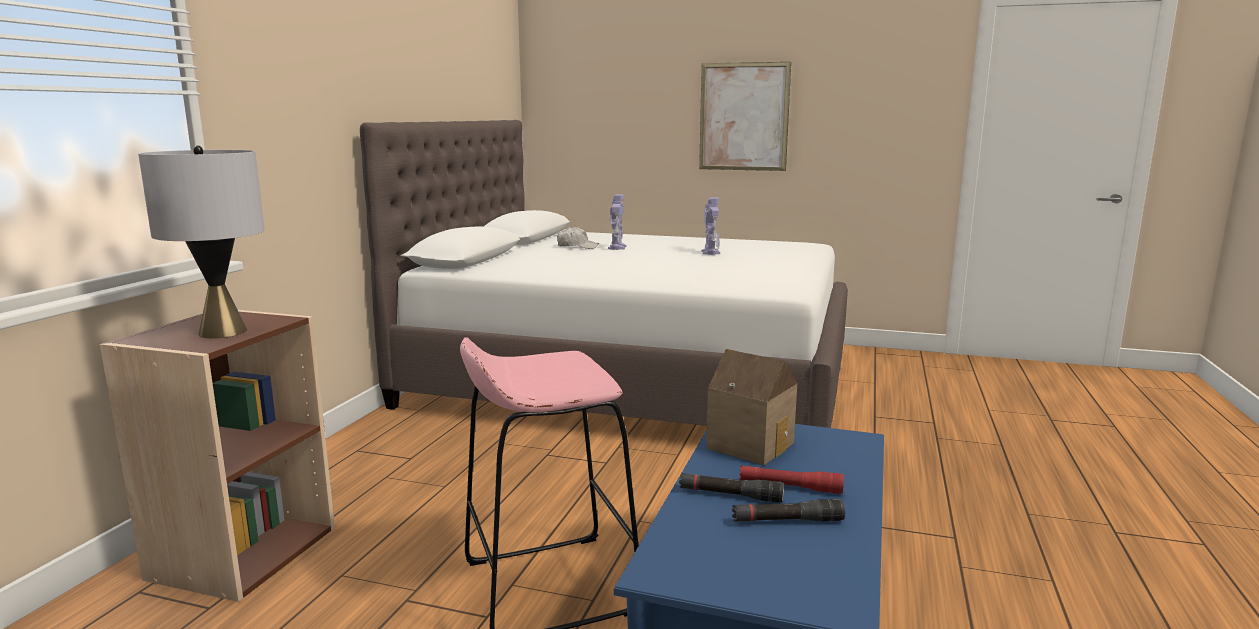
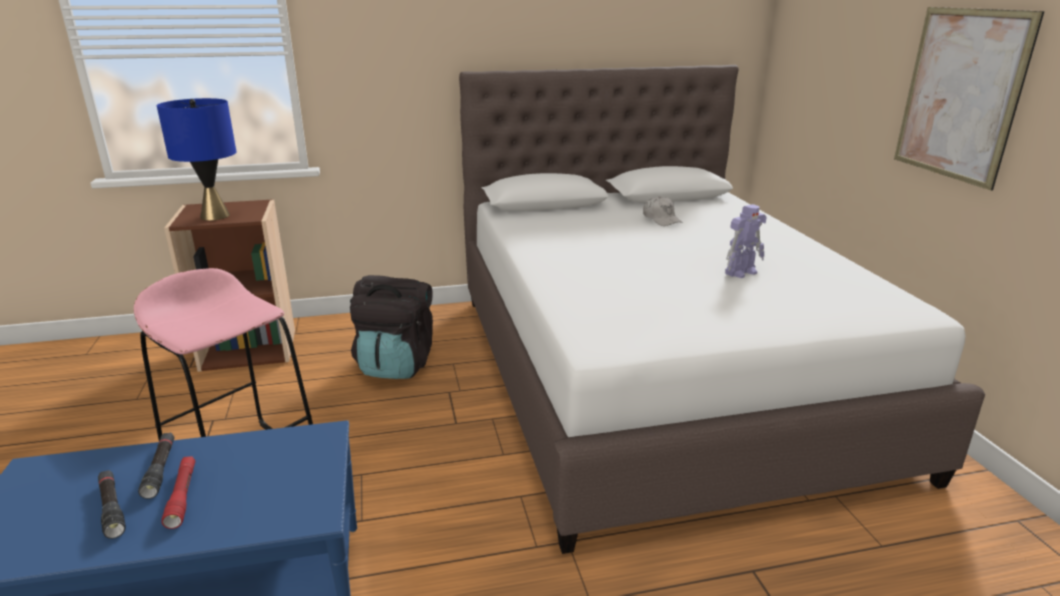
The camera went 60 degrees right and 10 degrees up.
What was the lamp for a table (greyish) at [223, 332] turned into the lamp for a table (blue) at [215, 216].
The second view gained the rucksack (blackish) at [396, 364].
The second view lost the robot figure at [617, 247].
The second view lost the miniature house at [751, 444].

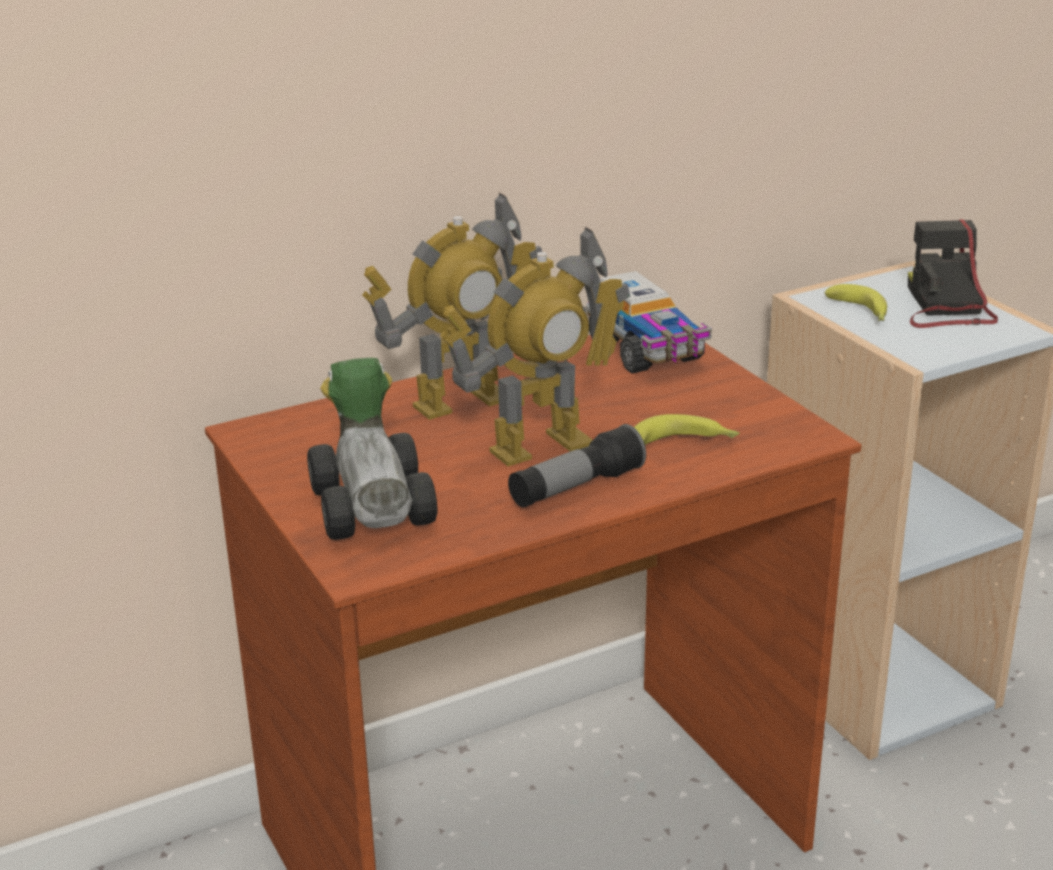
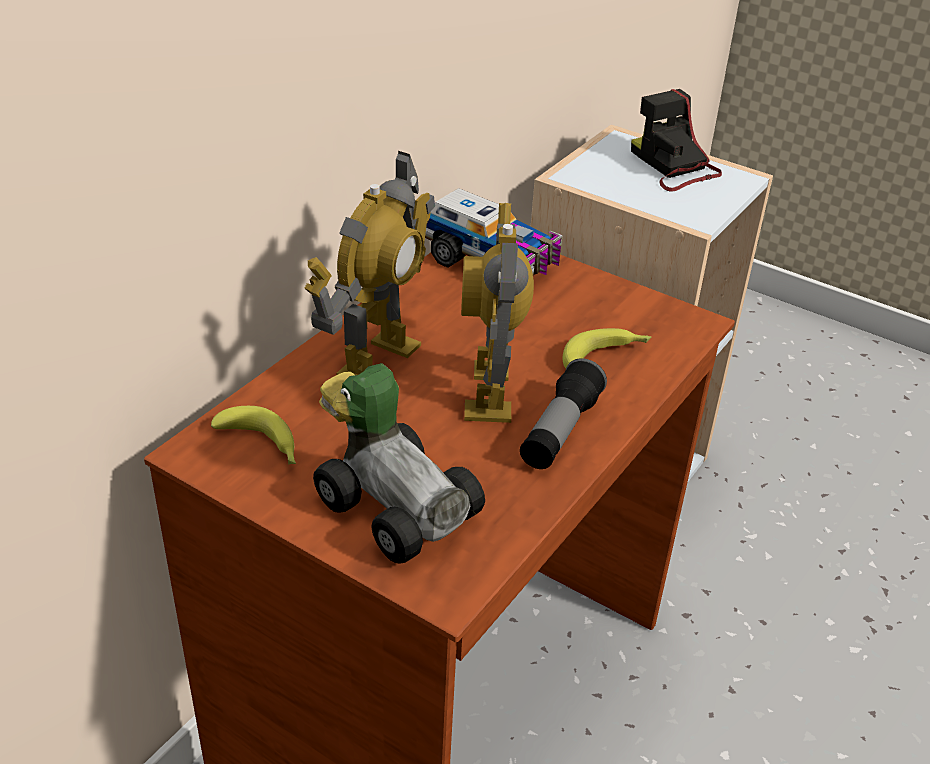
The camera went 30 degrees left and 10 degrees up.
The banana ended up elsewhere, having gone from [861, 313] to [262, 446].
The robot figure at [540, 446] ended up facing another way, 150 degrees clockwise from before.

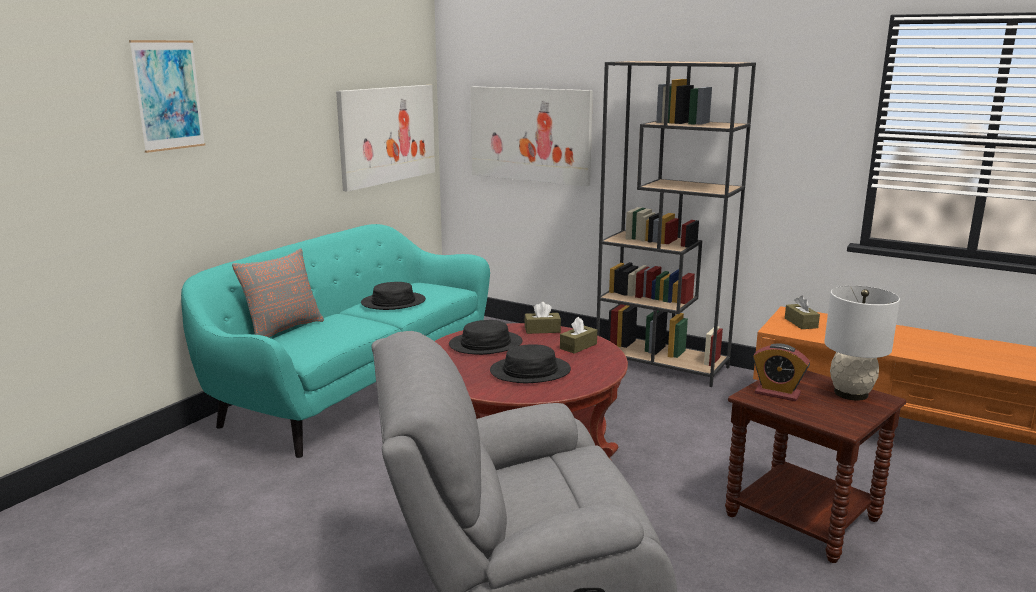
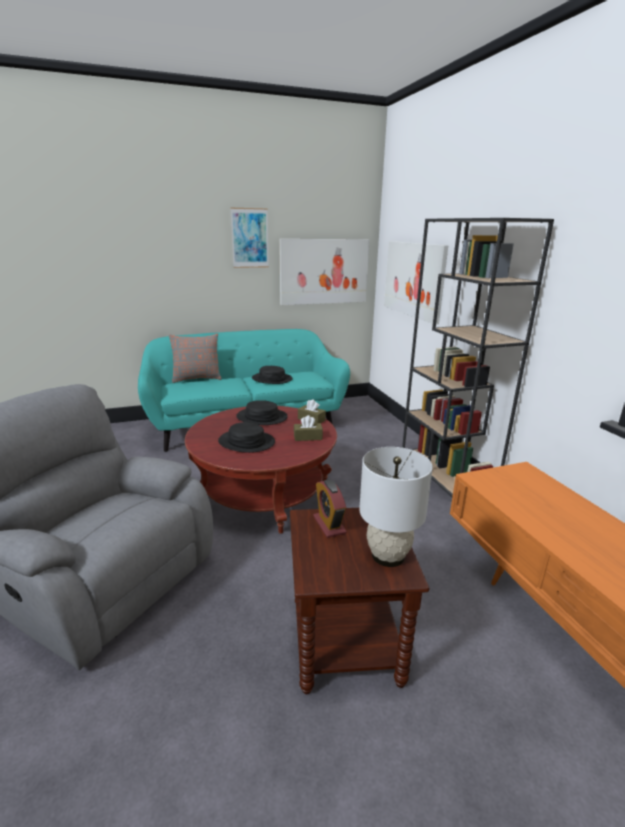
The camera went 40 degrees right and 5 degrees up.
The wall picture ended up elsewhere, having gone from [168, 95] to [250, 238].
The second view lost the box of tissues (brown-coloured) at [801, 323].

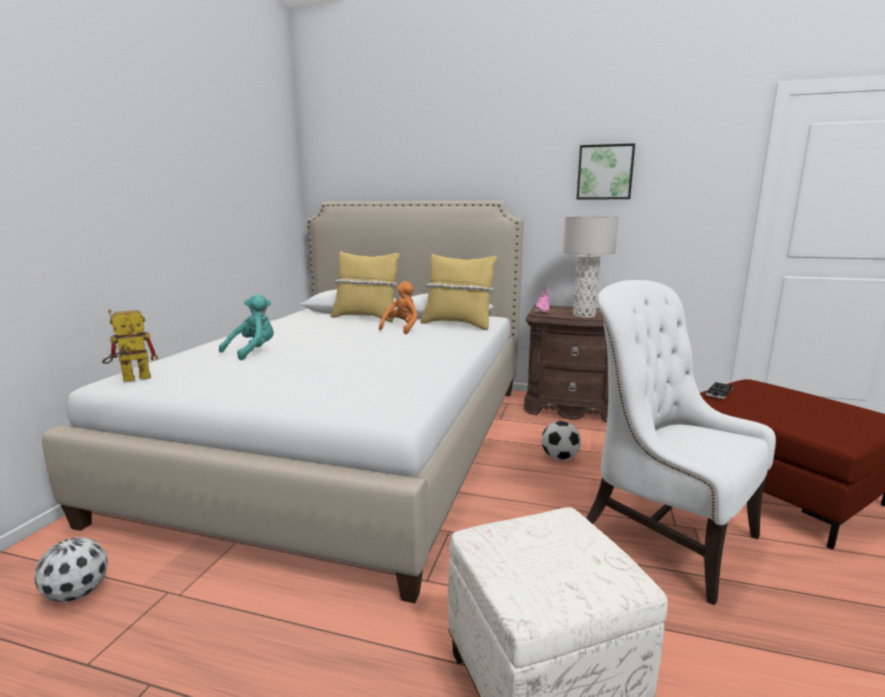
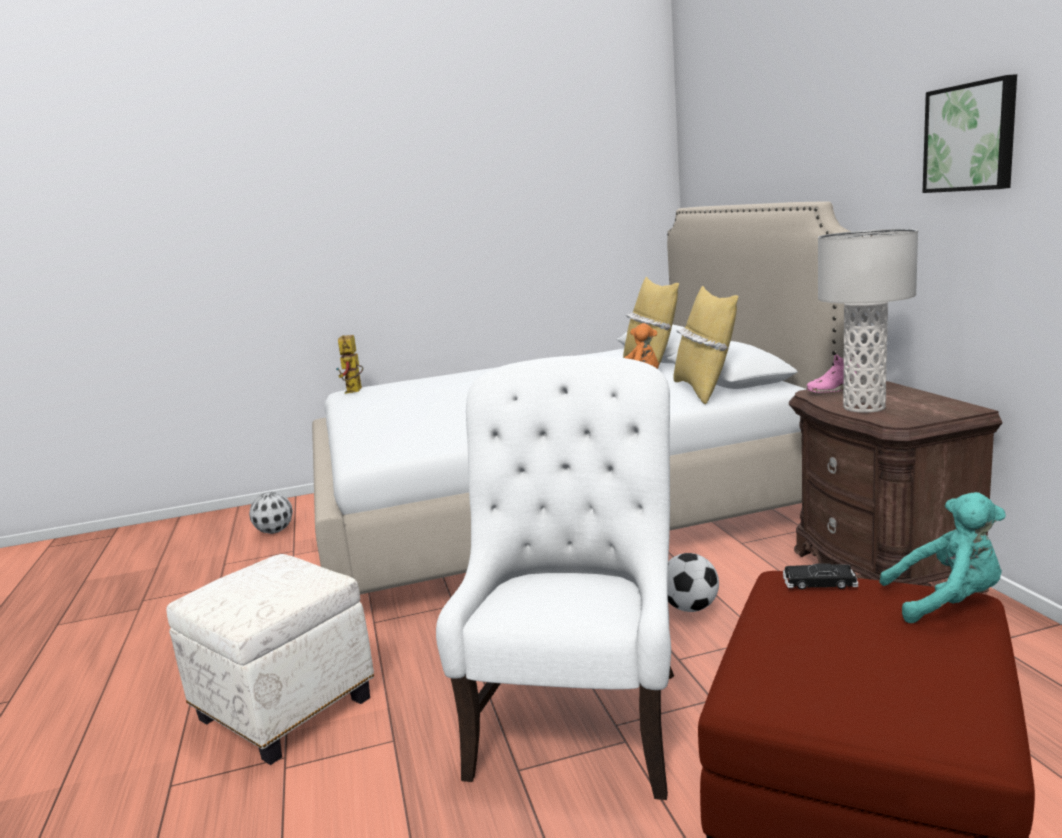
The camera went 60 degrees right and 0 degrees up.
The robot figure at [129, 379] ended up facing another way, 120 degrees counterclockwise from before.
The cuddly toy (turquoise) ended up elsewhere, having gone from [253, 351] to [947, 602].

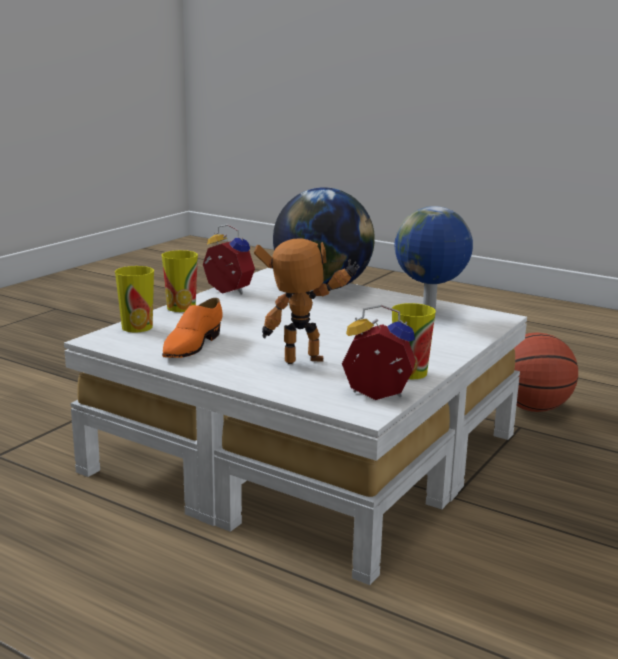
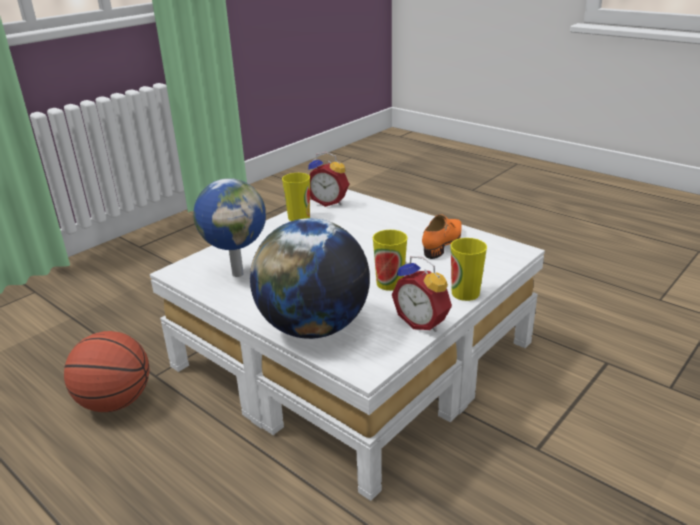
The camera went 170 degrees left and 10 degrees up.
The drinking cup ended up elsewhere, having gone from [137, 327] to [390, 283].
The second view lost the robot figure at [306, 364].

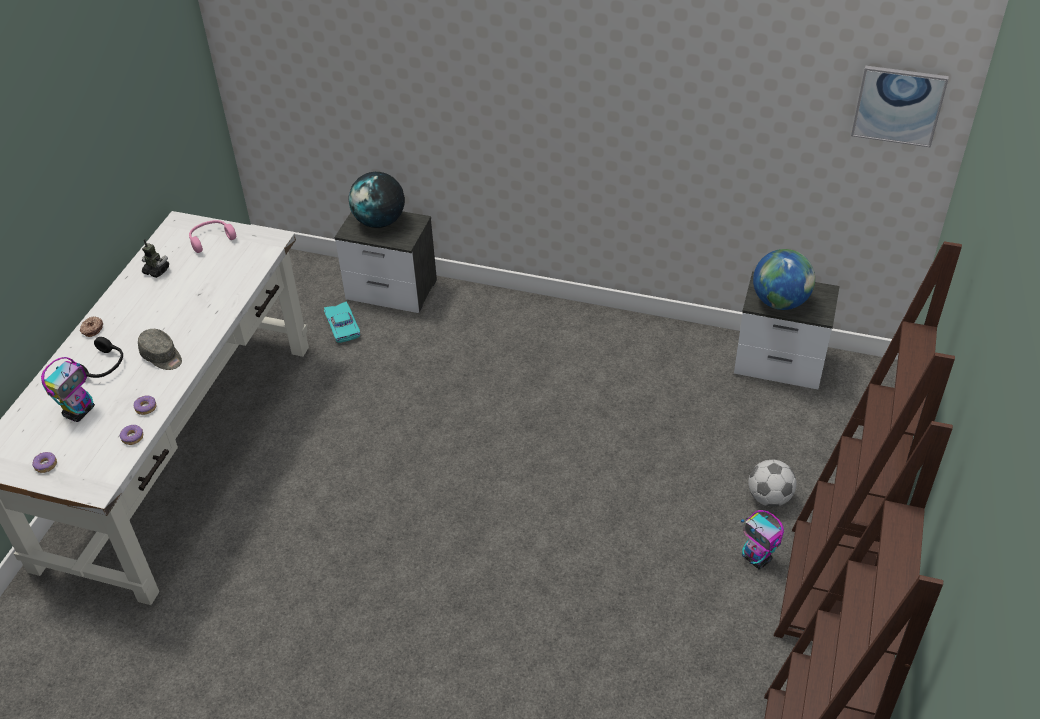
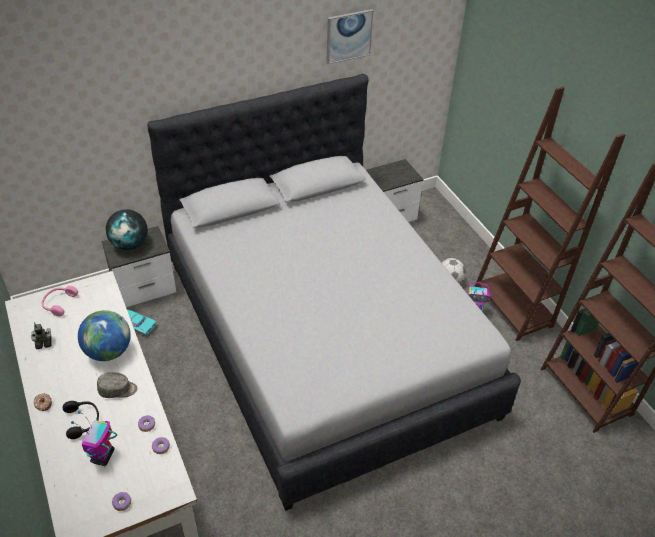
The camera went 45 degrees left and 0 degrees up.
The robot figure at [79, 411] ended up facing another way, 150 degrees counterclockwise from before.
The globe ended up elsewhere, having gone from [780, 302] to [109, 351].
The second view gained the sleeping bed (greyish) at [324, 336].
The wall picture ended up elsewhere, having gone from [898, 105] to [348, 36].

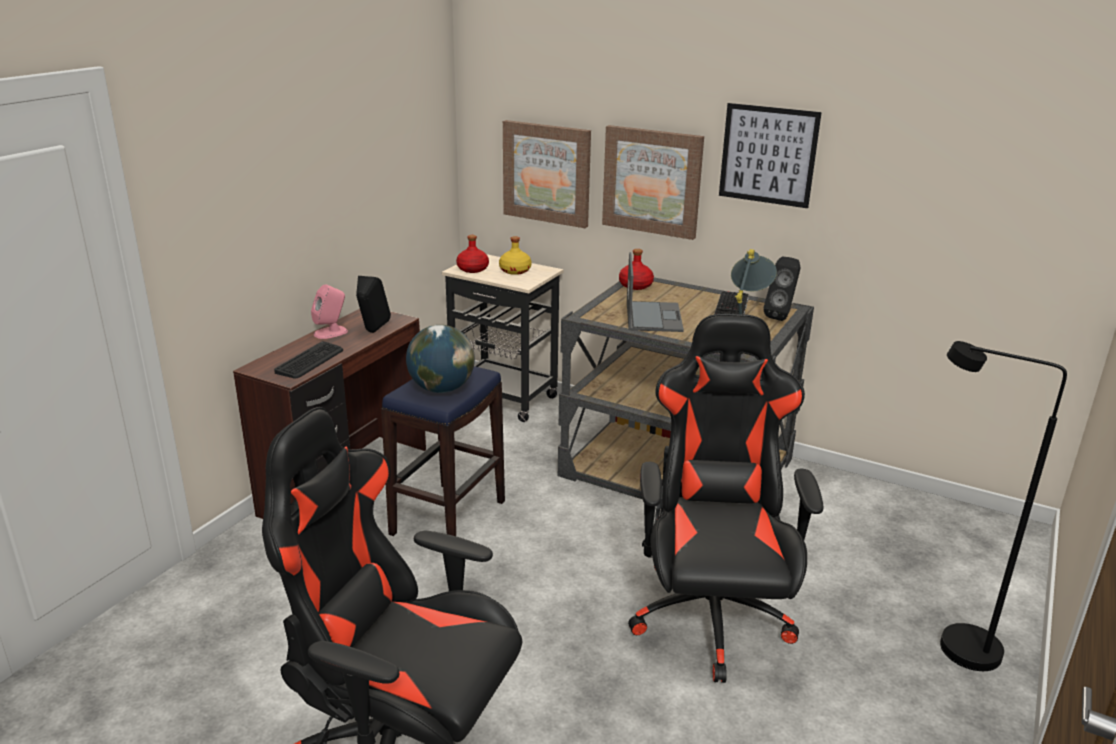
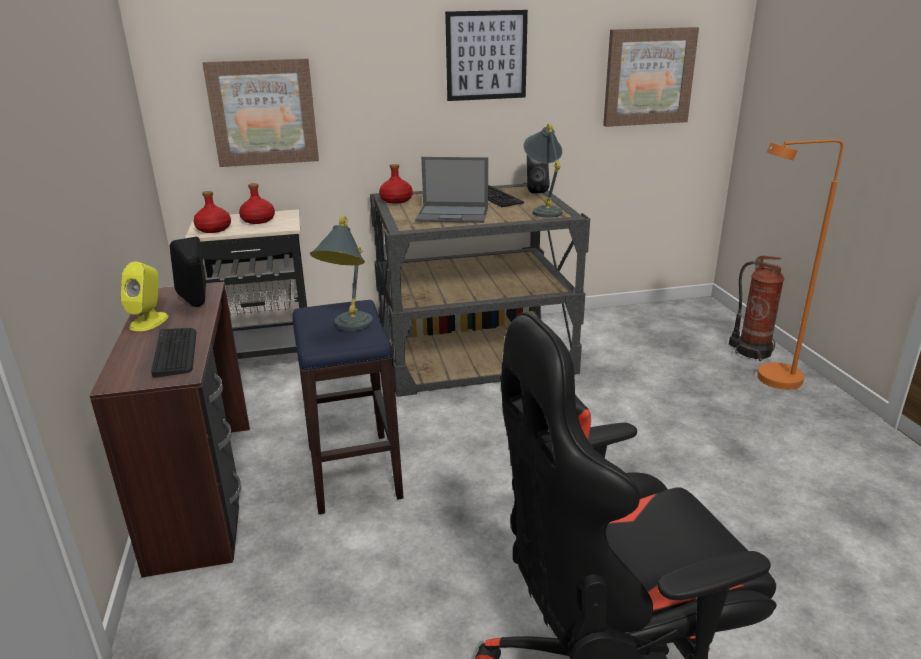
The camera went 40 degrees left and 0 degrees up.
What was the audio speaker (pinkish) at [331, 332] turned into the audio speaker (yellow-coloured) at [149, 321].
What was the bottle (yellow-coloured) at [515, 271] turned into the bottle (red-coloured) at [258, 220].
Where the globe stood at [441, 389], the lamp for a table (greyish) came to stand at [348, 329].
The portable computer at [653, 316] ended up facing another way, 135 degrees clockwise from before.
The wall picture ended up elsewhere, having gone from [652, 181] to [648, 77].
The second view gained the fire extinguisher at [751, 351].
What was the standard lamp (blackish) at [952, 645] turned into the standard lamp (orangey) at [769, 381].
The second view lost the computer chair (blackish) at [711, 627].

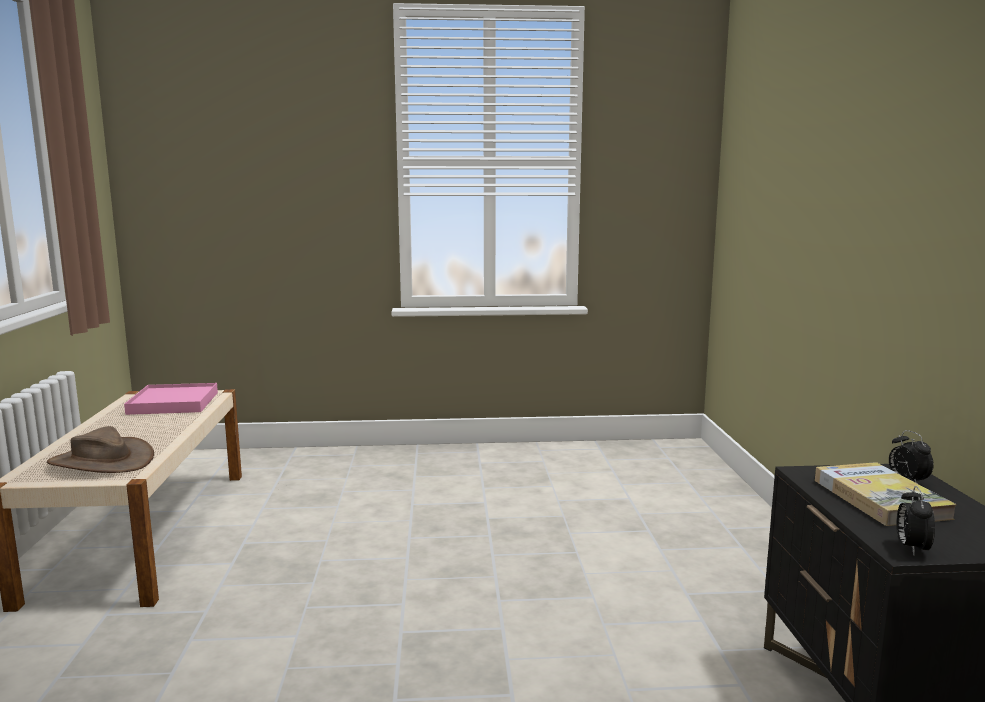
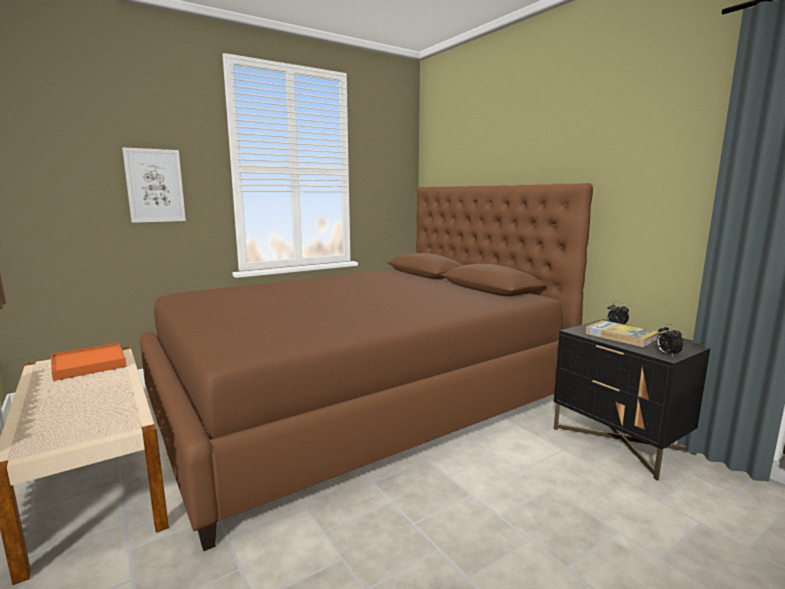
The camera went 30 degrees left and 0 degrees up.
What was the tray (pinkish) at [173, 403] turned into the tray (orangey) at [88, 364].
The second view gained the wall picture at [155, 186].
The second view gained the sleeping bed (brown-coloured) at [360, 400].
The second view lost the hat (brown-coloured) at [101, 461].

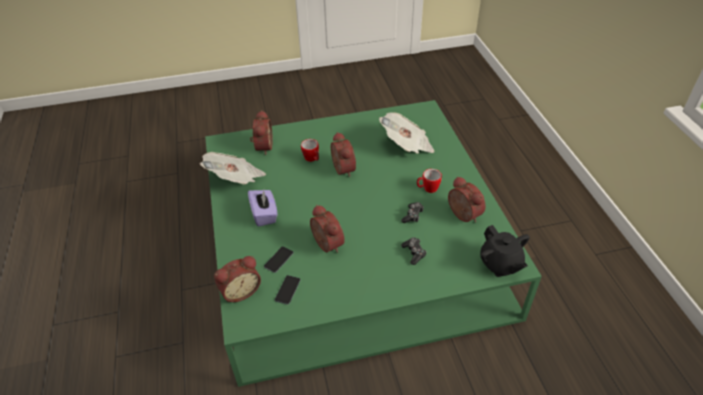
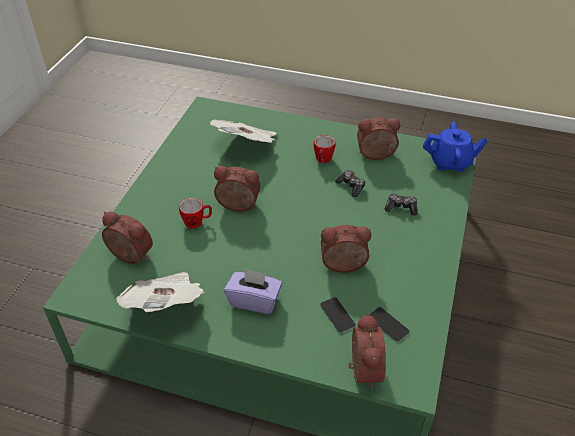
The camera went 60 degrees left and 0 degrees up.
What was the pot for tea (blackish) at [500, 264] turned into the pot for tea (blue) at [450, 162].

